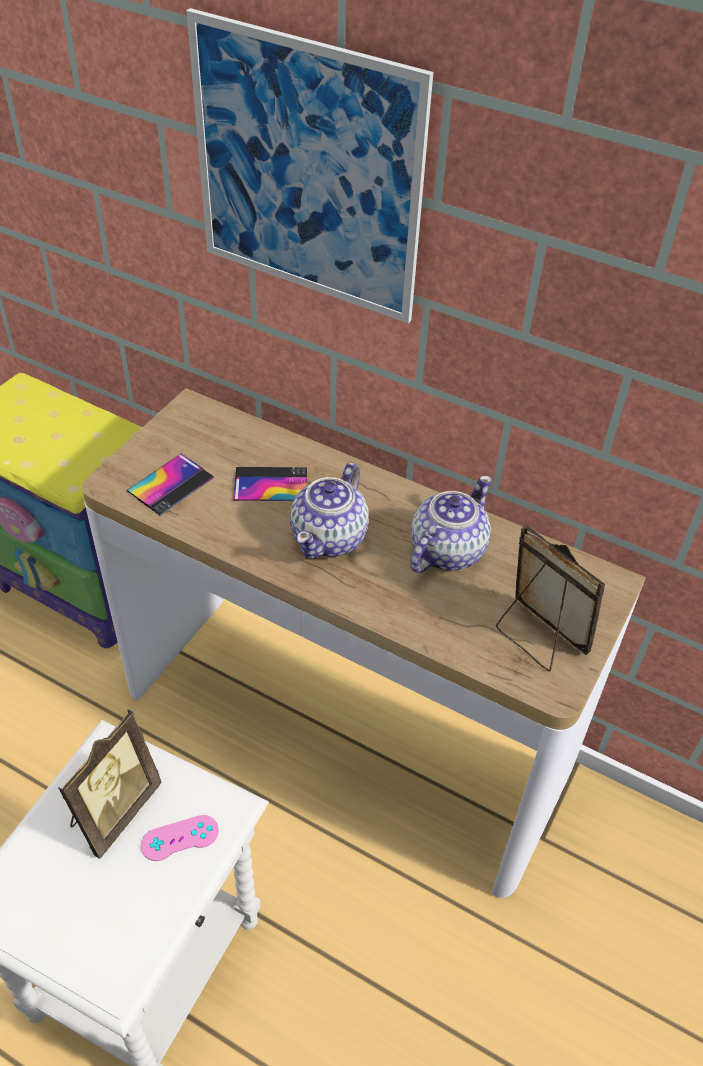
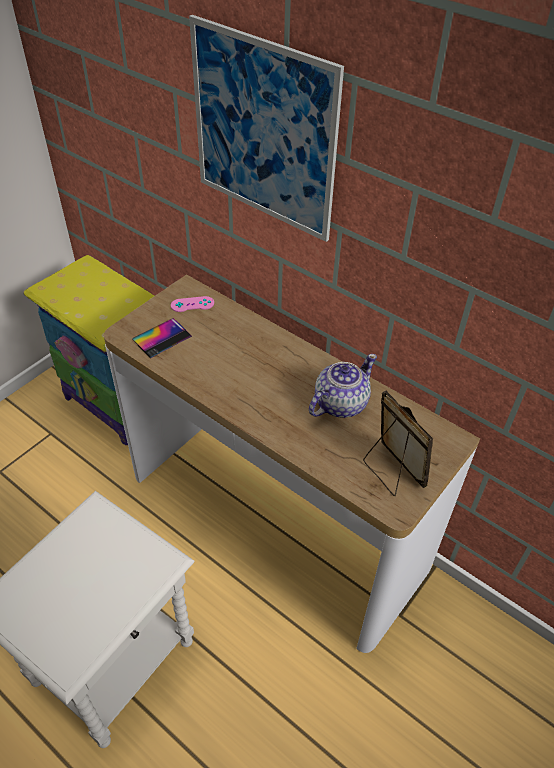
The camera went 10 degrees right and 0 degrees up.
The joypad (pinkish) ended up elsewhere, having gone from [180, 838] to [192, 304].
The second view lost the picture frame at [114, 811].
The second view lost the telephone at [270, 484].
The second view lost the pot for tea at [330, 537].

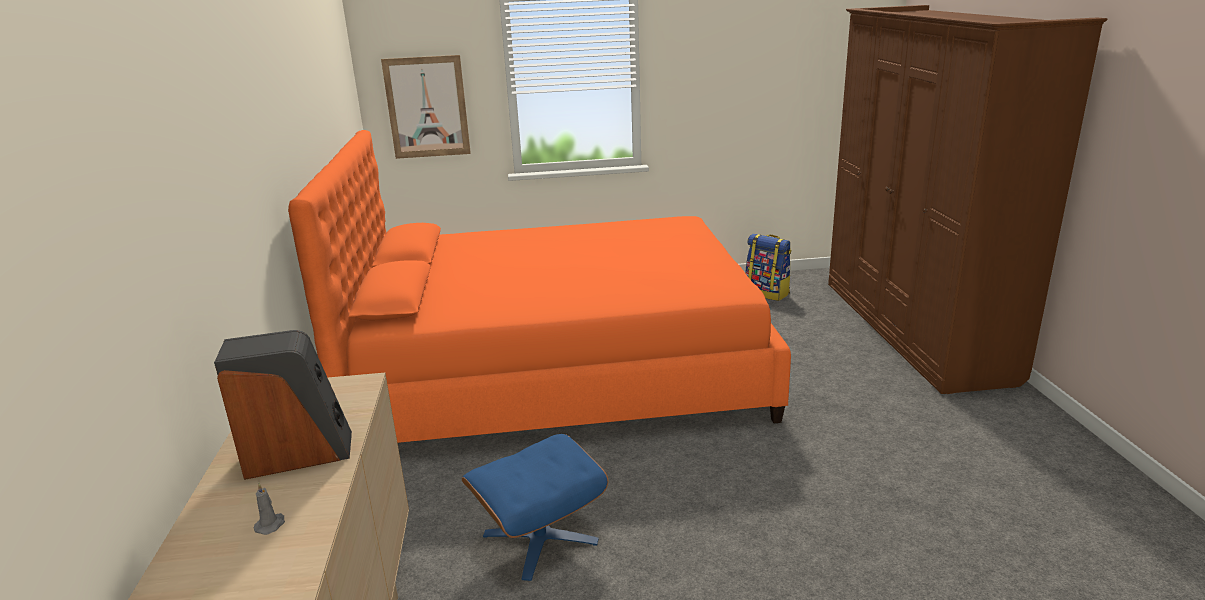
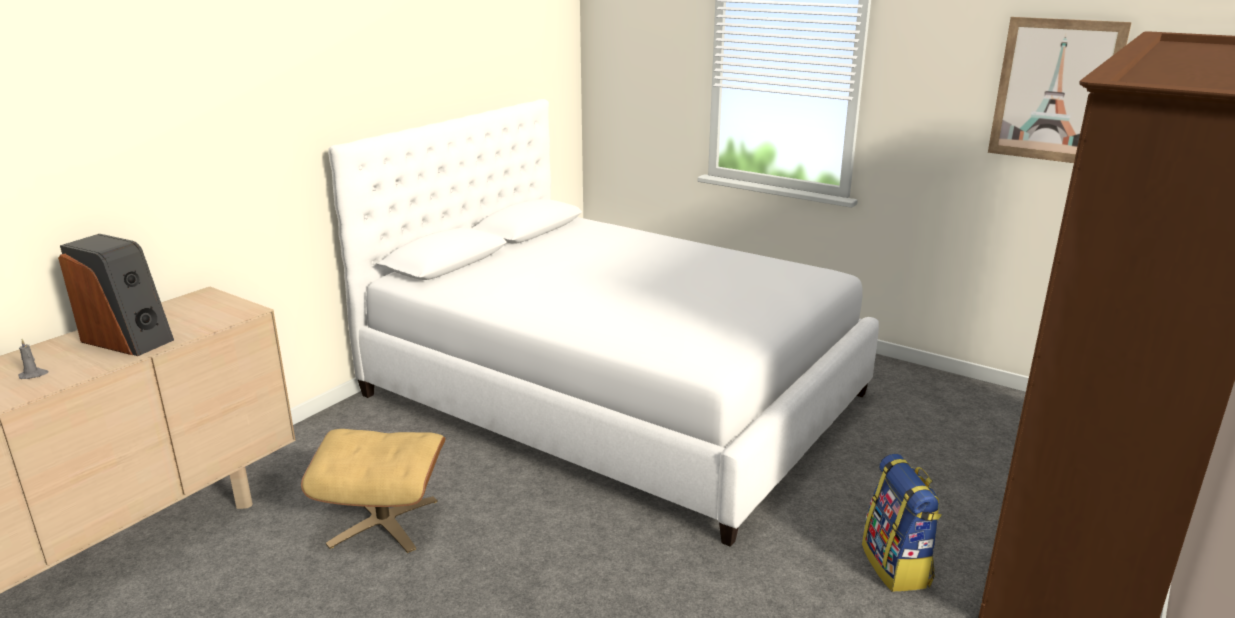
The camera went 40 degrees right and 0 degrees up.
What was the footrest (blue) at [540, 537] turned into the footrest (sand-coloured) at [384, 522].
What was the sleeping bed (orangey) at [558, 371] turned into the sleeping bed (whitish) at [613, 394].
The rucksack ended up elsewhere, having gone from [767, 293] to [897, 566].
The wall picture ended up elsewhere, having gone from [427, 107] to [1055, 91].

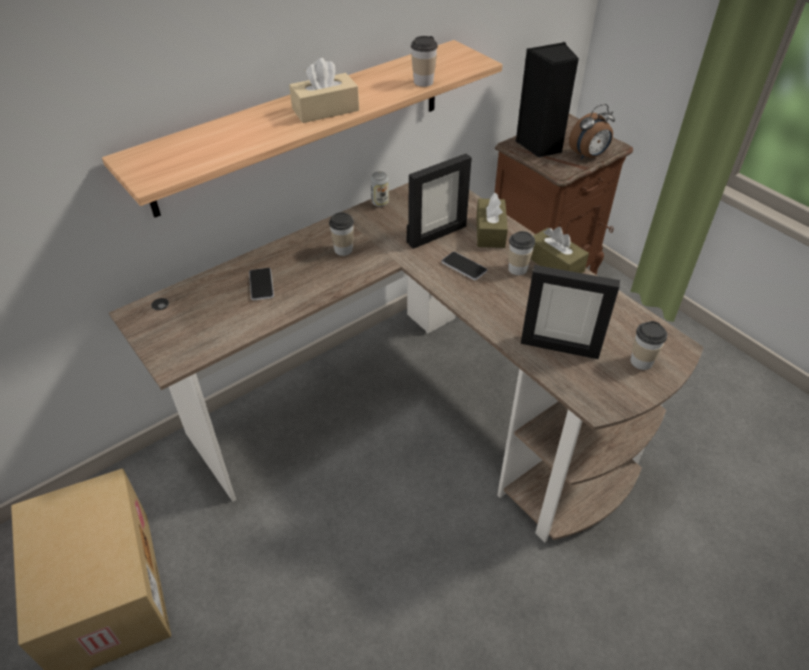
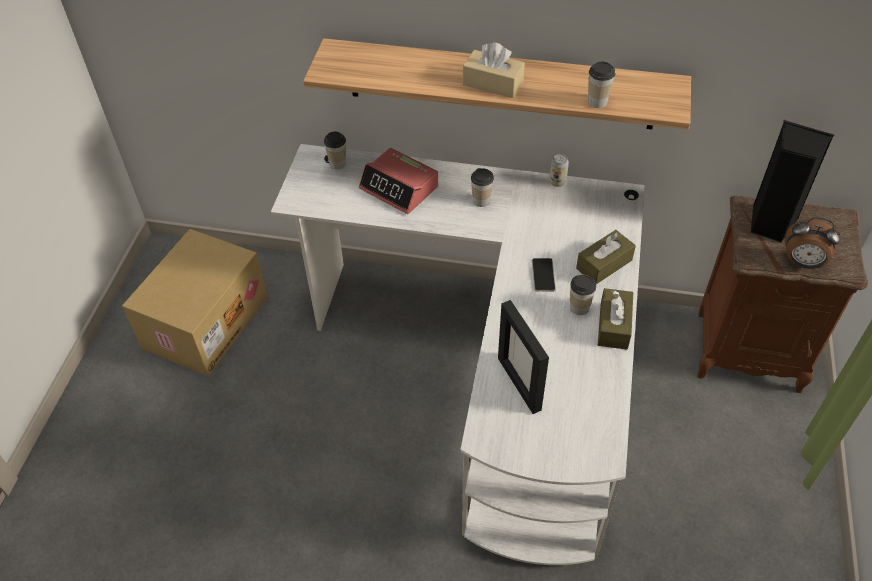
The camera went 50 degrees right and 5 degrees up.
What was the desk unit (brown-coloured) at [418, 413] turned into the desk unit (whitish) at [493, 375].
The drinking cup ended up elsewhere, having gone from [641, 362] to [337, 163].
Where the telephone stood at [261, 284], the bedside clock came to stand at [399, 188].
The second view lost the picture frame at [436, 234].

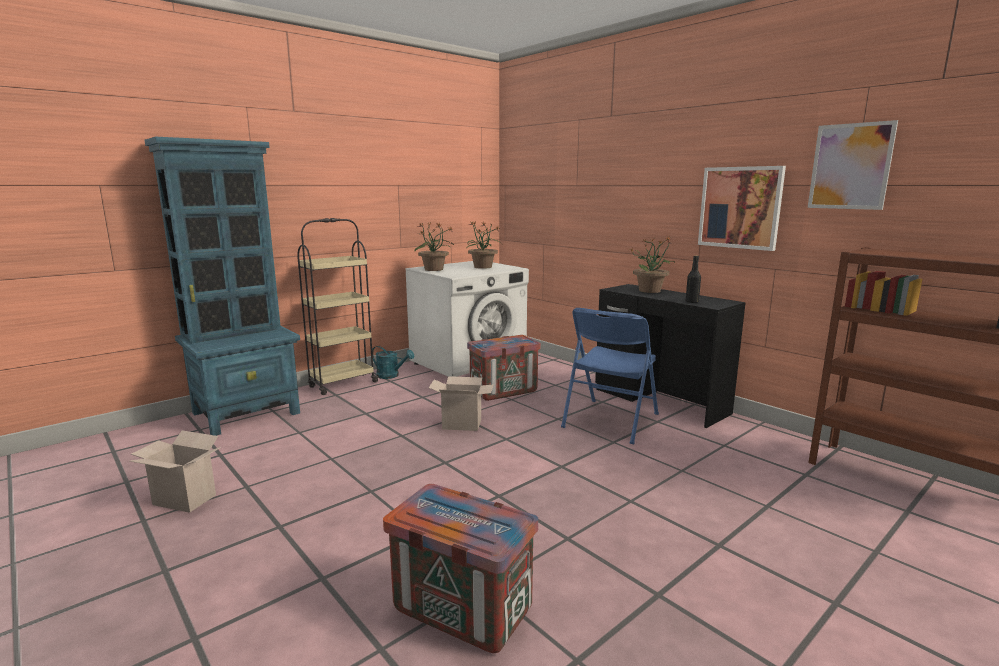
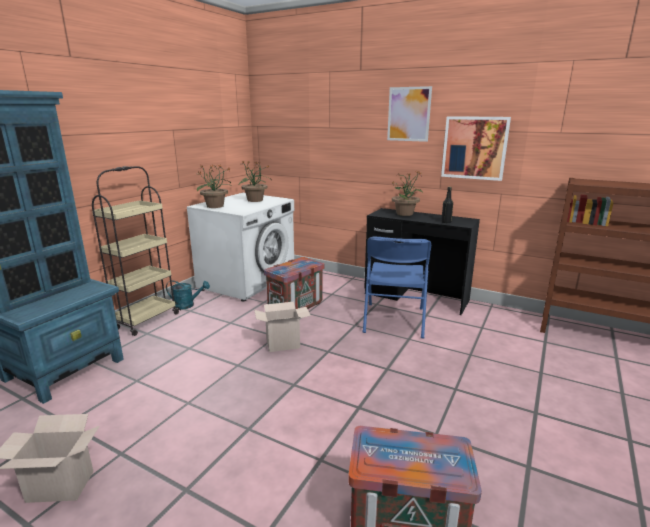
The camera went 20 degrees left and 5 degrees up.
The wall picture ended up elsewhere, having gone from [850, 166] to [409, 114].

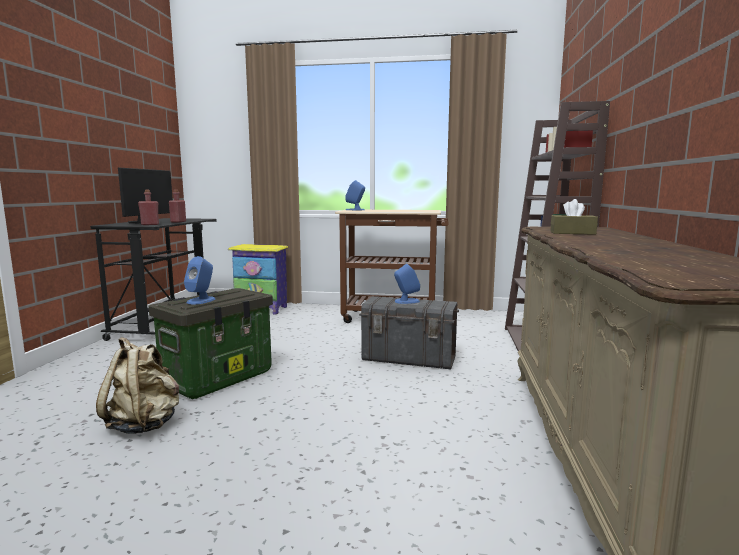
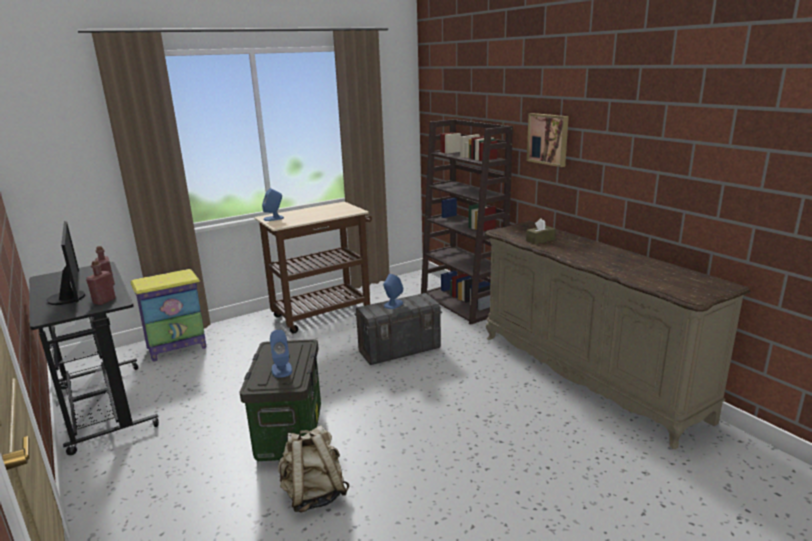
The camera went 40 degrees left and 10 degrees up.
The second view gained the wall picture at [548, 139].

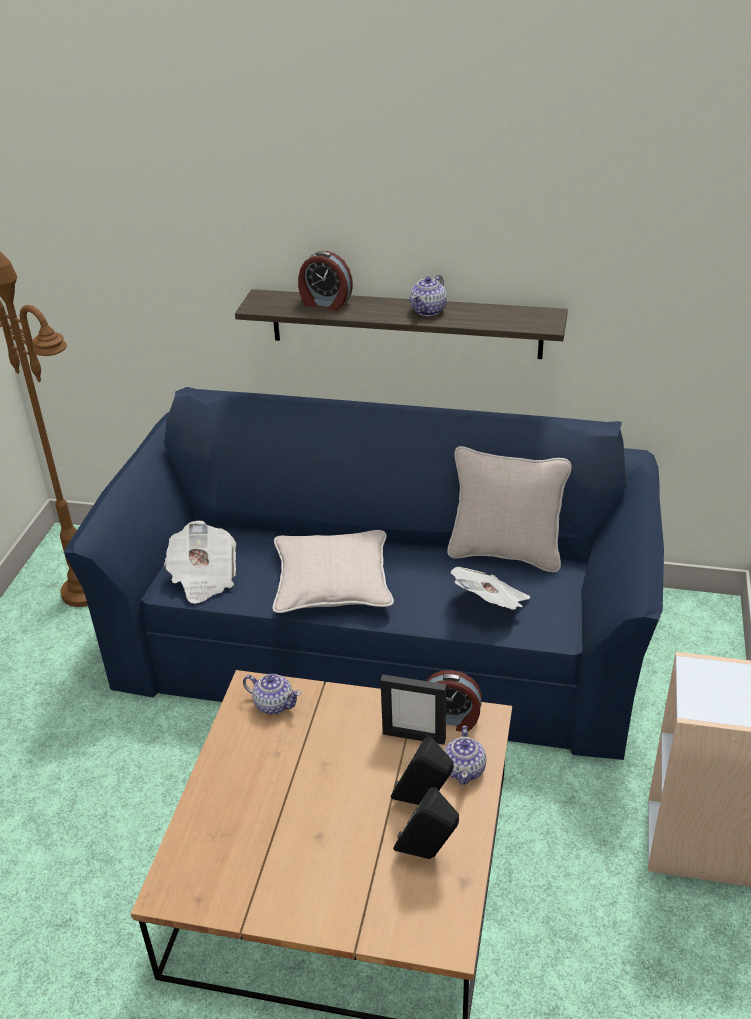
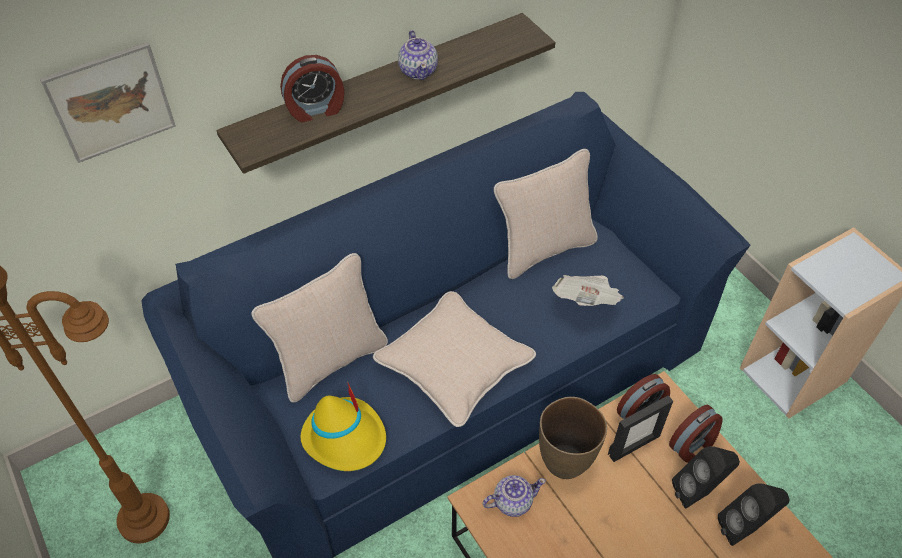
The camera went 45 degrees left and 15 degrees up.
The second view gained the wall picture at [111, 102].
The second view gained the cushion (sand-coloured) at [330, 361].
Where the newspaper stood at [203, 578], the hat (yellow-coloured) came to stand at [345, 437].
The second view gained the vase (brown-coloured) at [565, 461].
Where the pot for tea stood at [464, 769], the bedside clock came to stand at [693, 445].

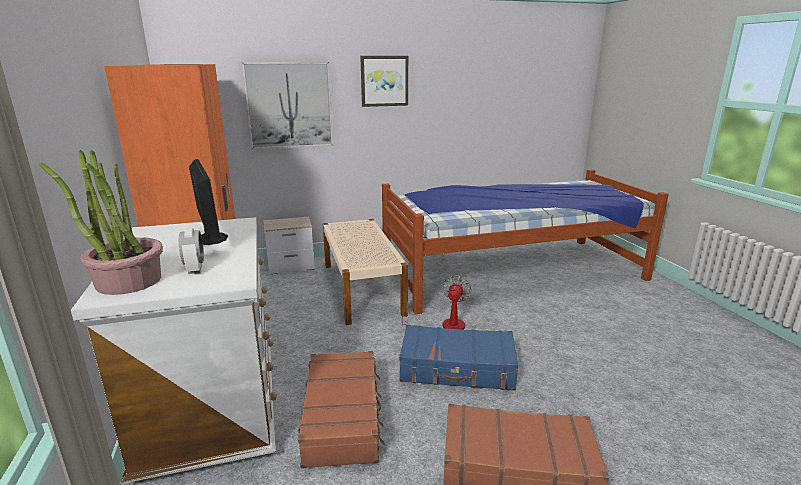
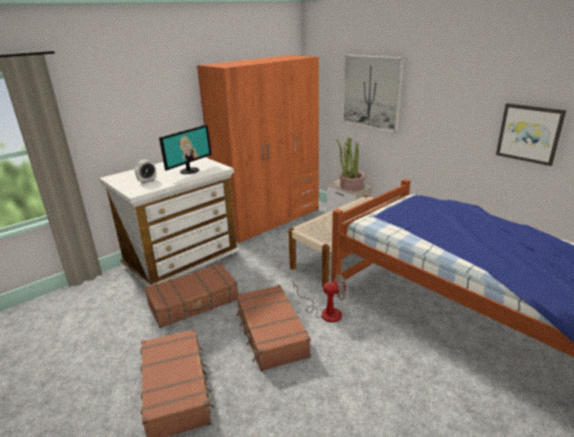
The camera went 65 degrees right and 5 degrees up.
What was the travel case (blue) at [457, 369] turned into the travel case (brown-coloured) at [271, 334].
The houseplant ended up elsewhere, having gone from [128, 281] to [351, 186].
The wall picture ended up elsewhere, having gone from [384, 81] to [529, 133].

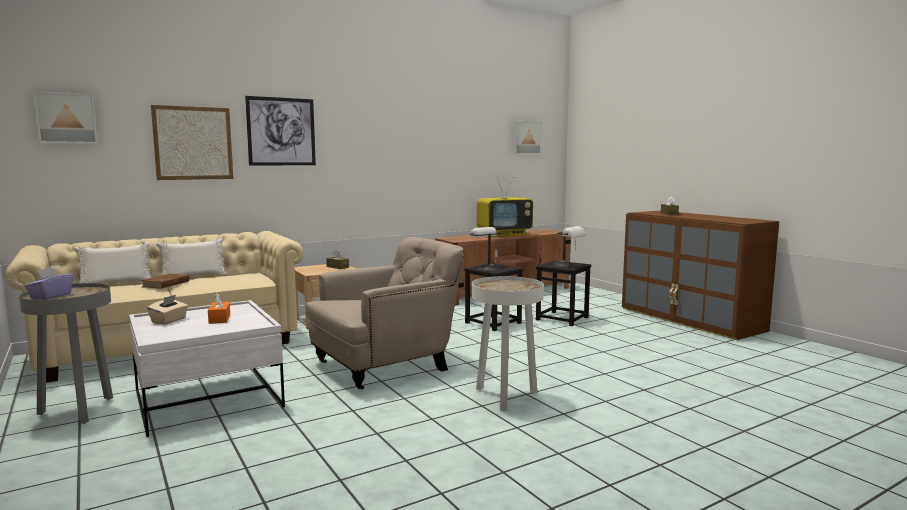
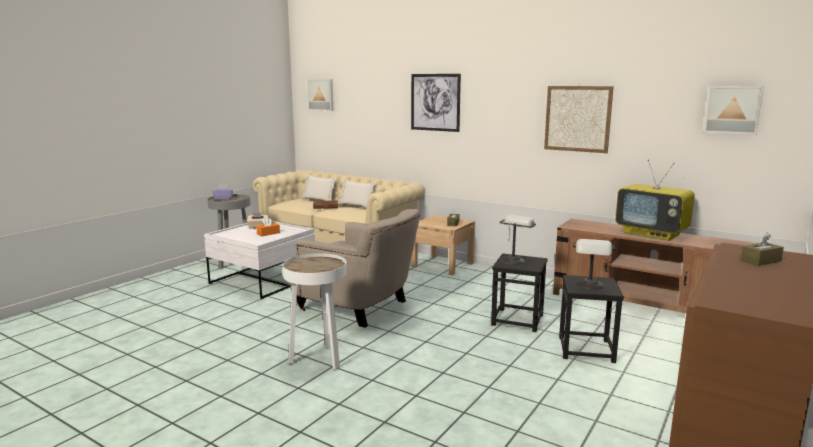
The camera went 65 degrees right and 5 degrees up.
The wall picture ended up elsewhere, having gone from [193, 142] to [577, 118].

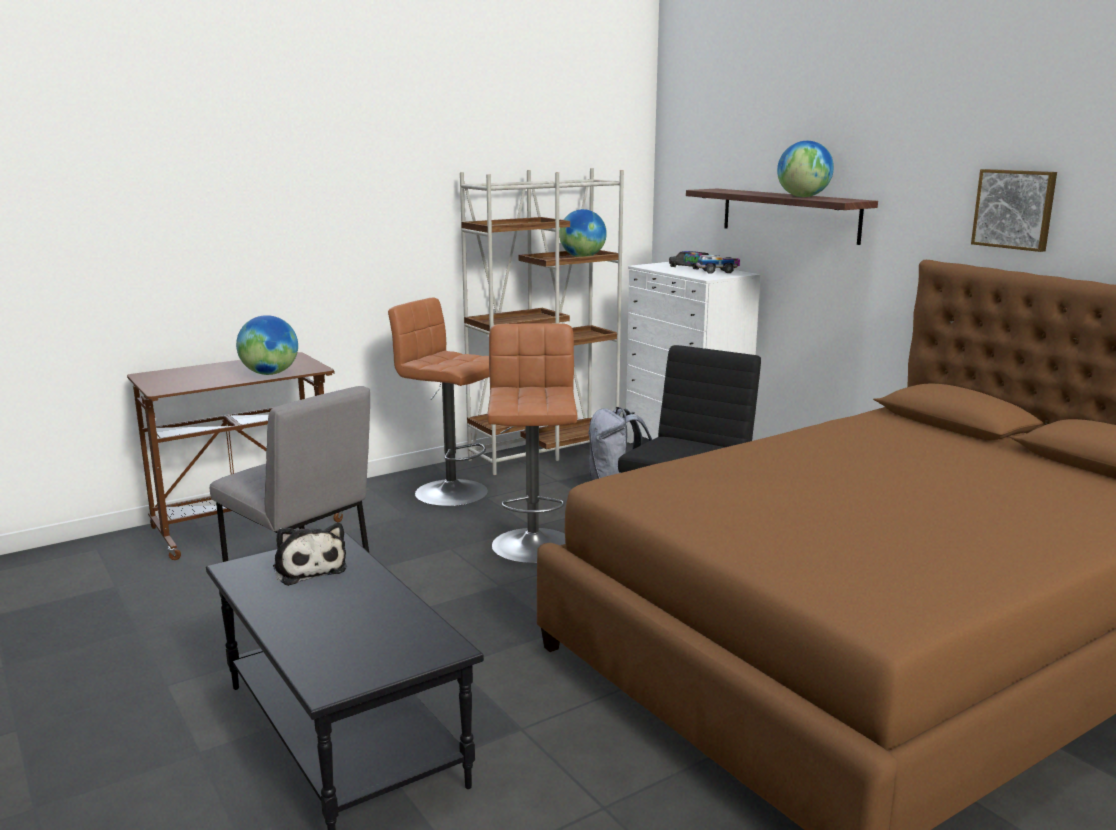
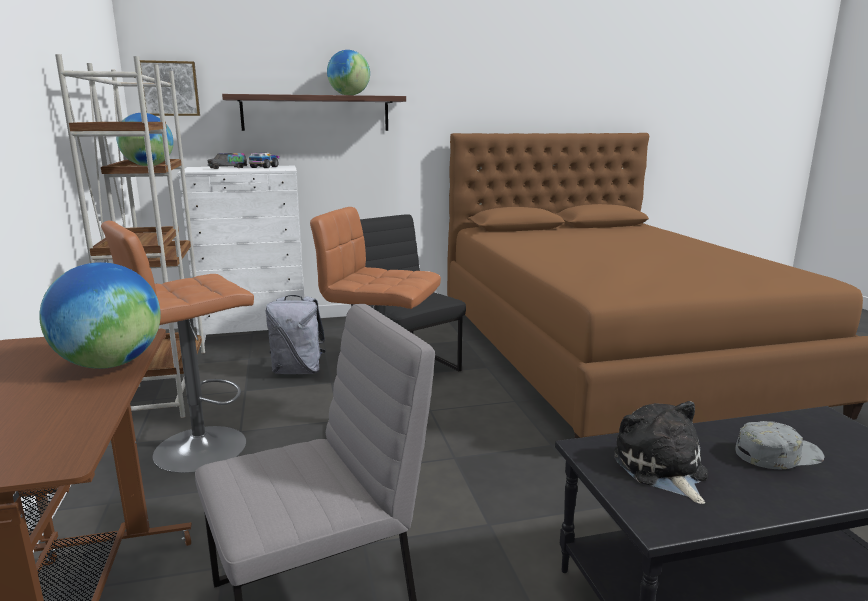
The camera went 70 degrees left and 0 degrees up.
The wall picture ended up elsewhere, having gone from [1014, 209] to [170, 88].
The cuddly toy at [309, 568] ended up facing another way, 90 degrees counterclockwise from before.
The second view gained the cap (greyish) at [777, 454].

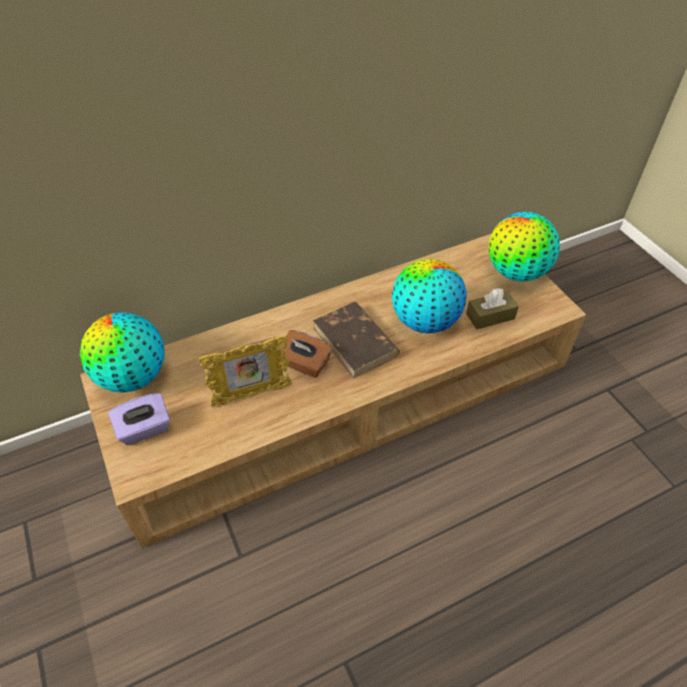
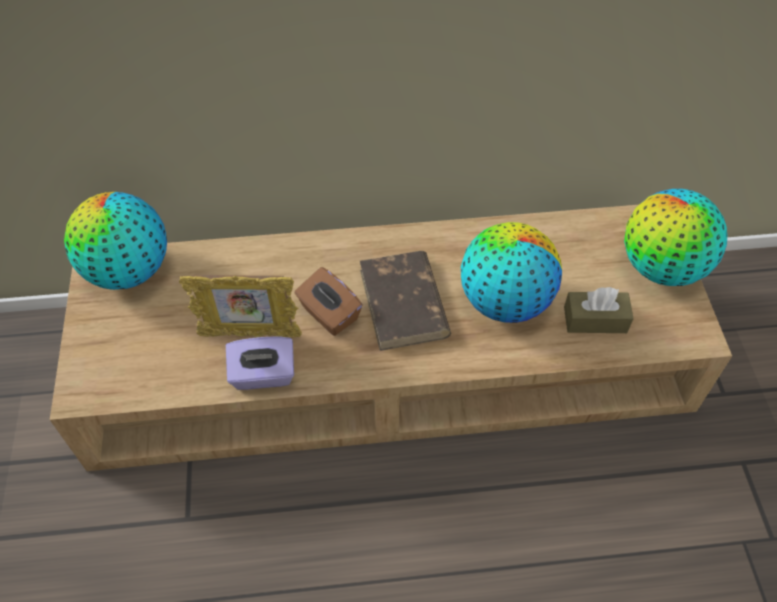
The camera went 20 degrees right and 5 degrees up.
The box of tissues (purple-coloured) ended up elsewhere, having gone from [145, 429] to [263, 375].

